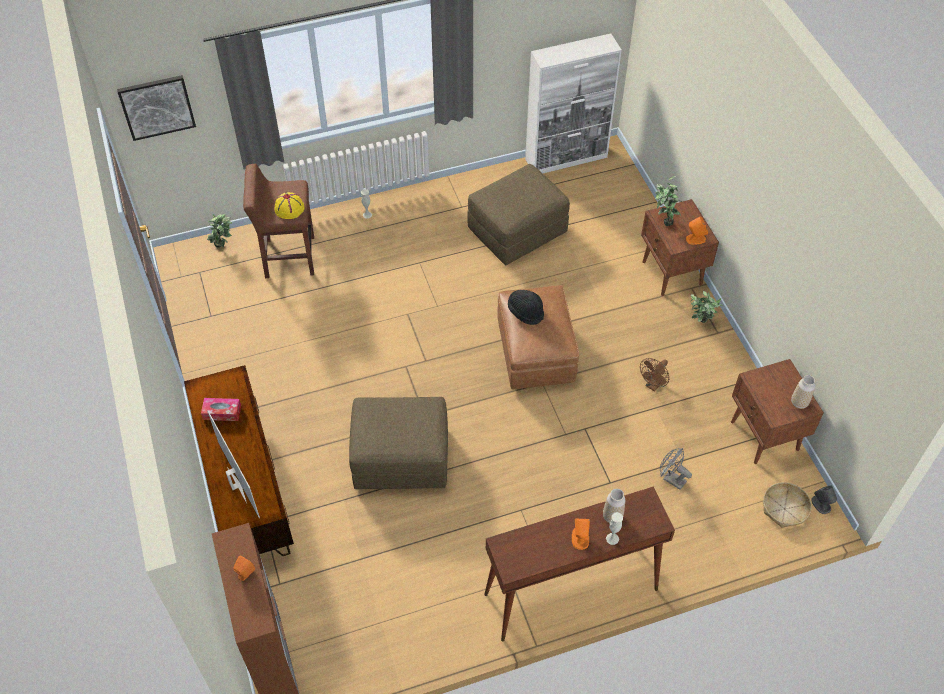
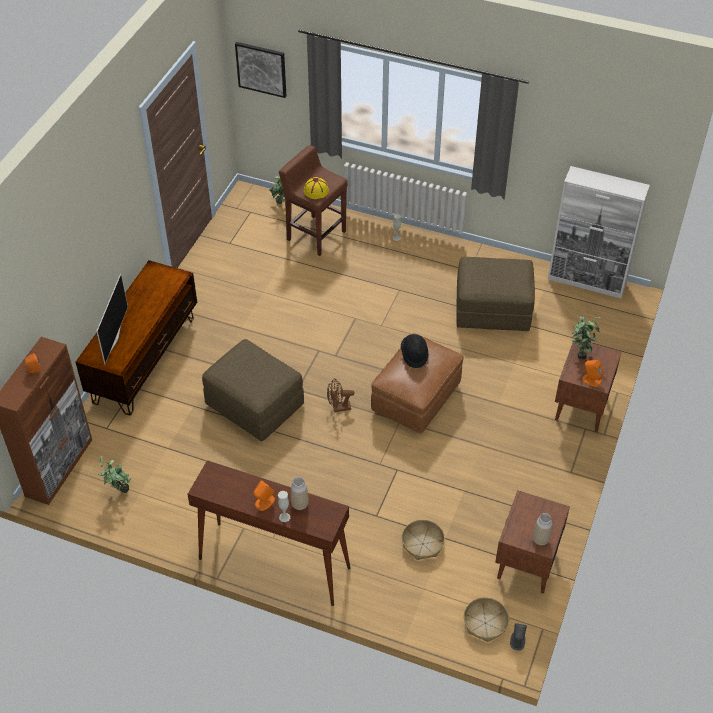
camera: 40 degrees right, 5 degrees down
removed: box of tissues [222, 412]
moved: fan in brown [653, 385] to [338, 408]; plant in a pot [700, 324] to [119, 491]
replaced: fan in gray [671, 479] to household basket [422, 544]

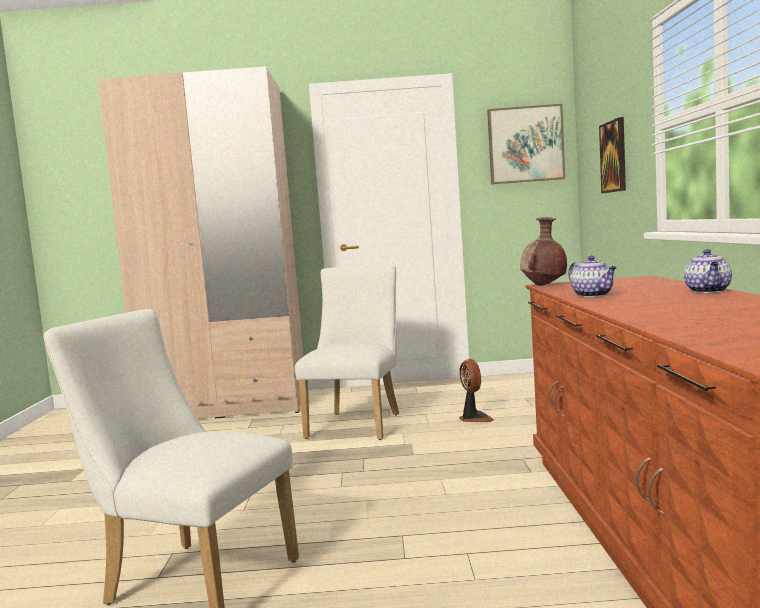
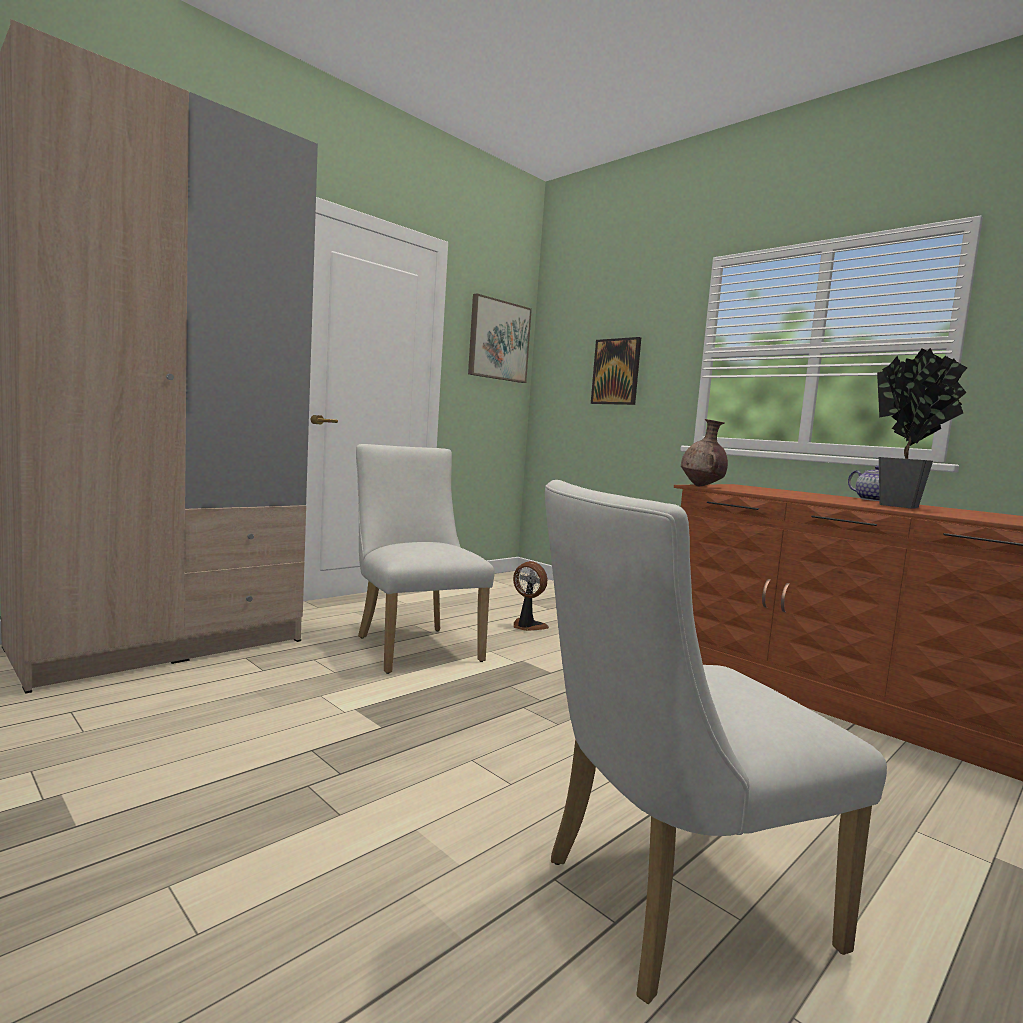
camera: 45 degrees left, 0 degrees up
removed: teapot [593, 295]
added: plant in a pot [905, 507]

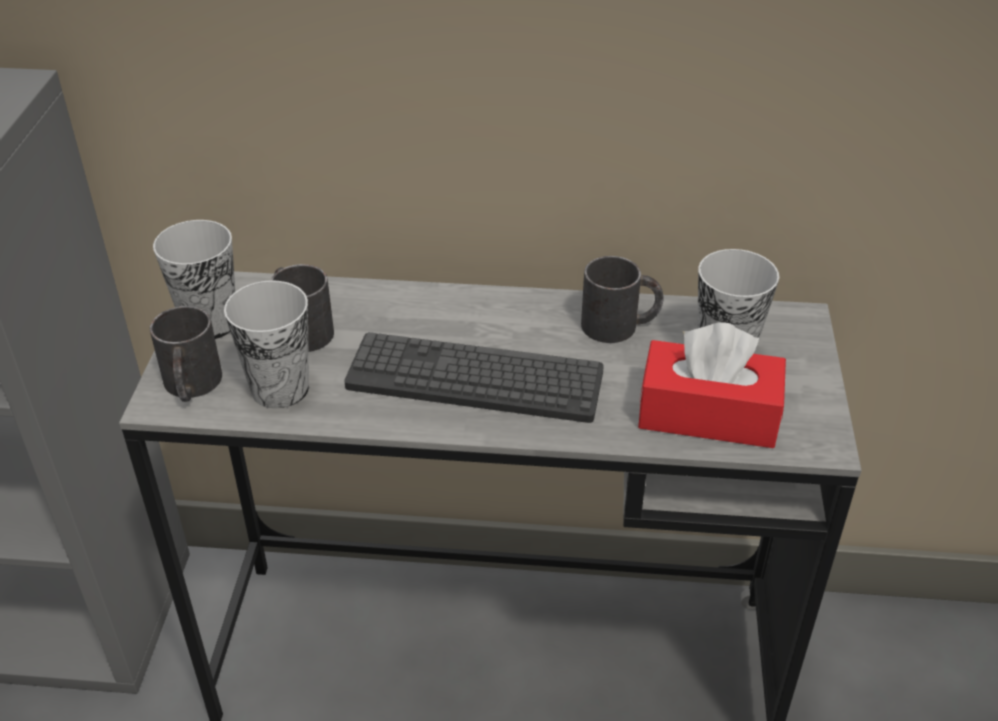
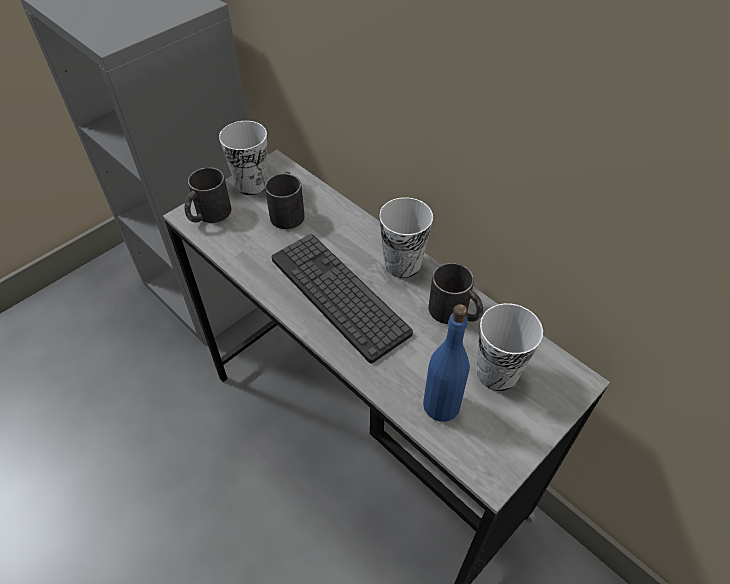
camera: 40 degrees right, 10 degrees up
moved: small cup [280, 388] to [402, 264]
replaced: box of tissues in red [708, 414] to drink bottle in blue [442, 405]

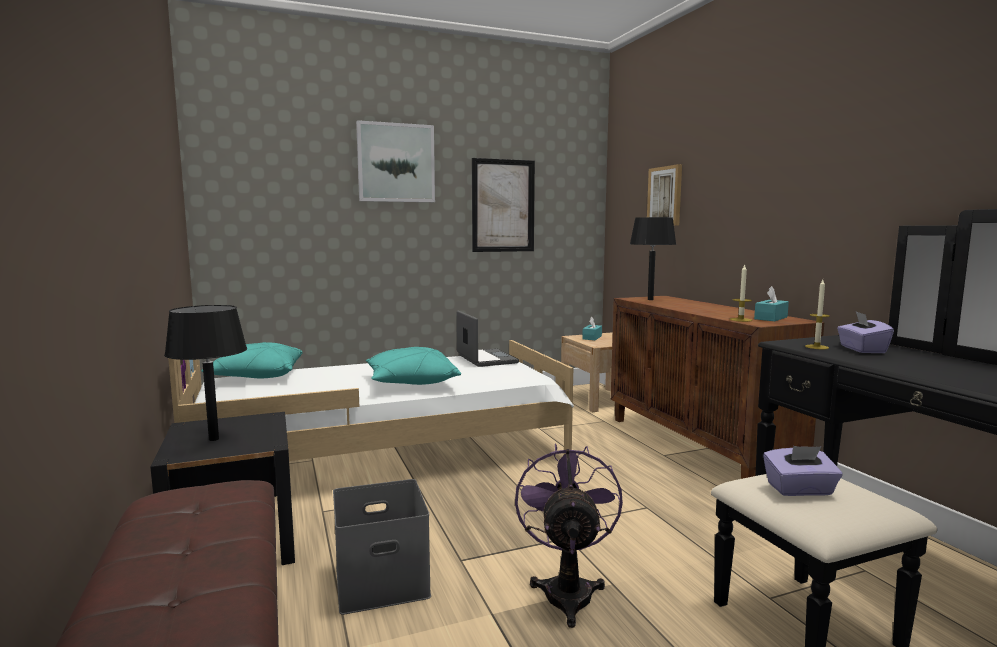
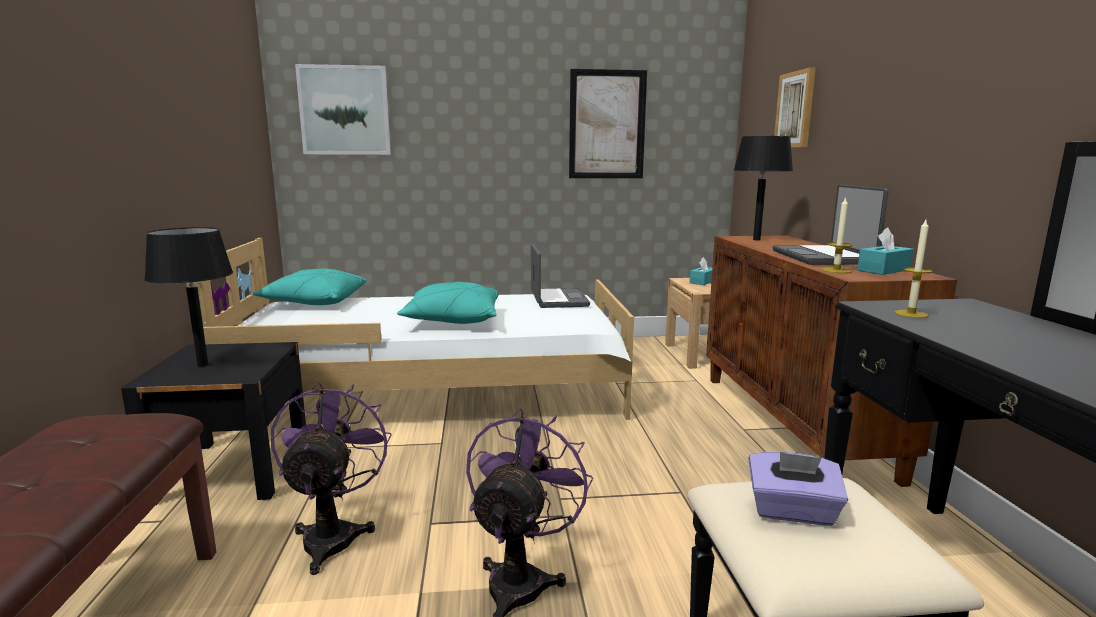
camera: 15 degrees right, 5 degrees up
removed: box of tissues in purple-coloured [861, 349]
added: laptop [823, 257]
moved: wall art [396, 163] to [345, 110]
replaced: storage bin in gray [380, 582] to fan in purple-coloured [333, 534]

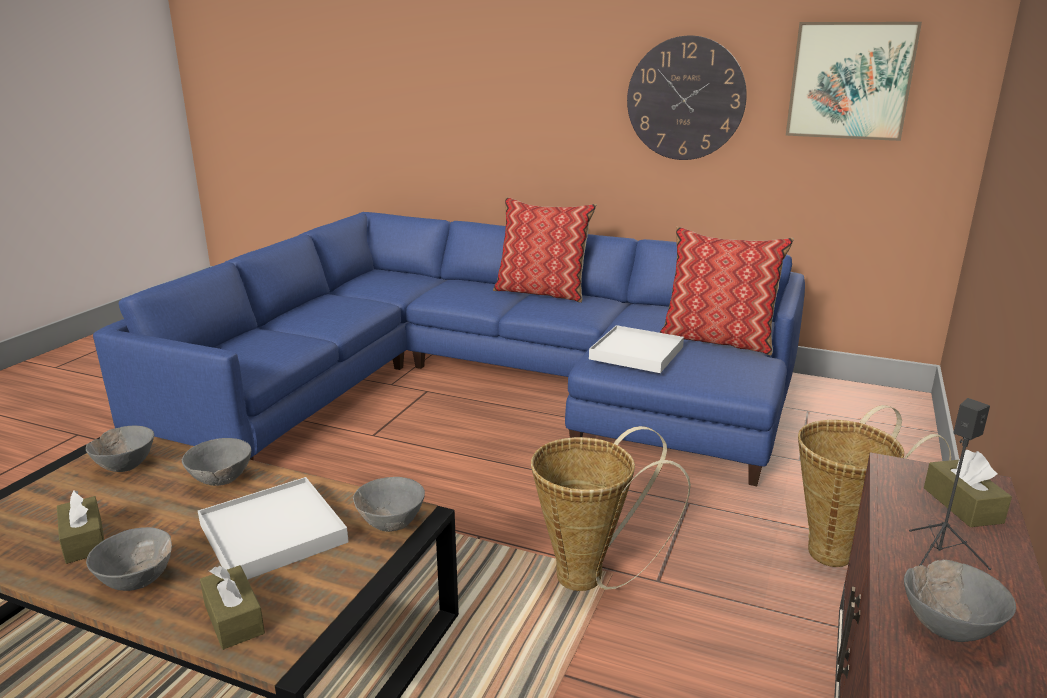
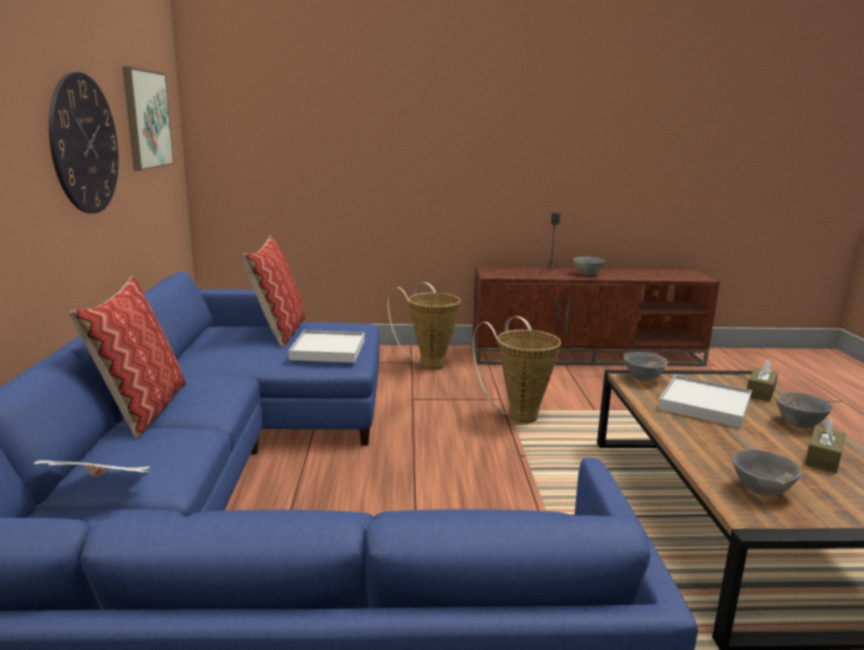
camera: 115 degrees left, 5 degrees down
removed: deep dish in gray [221, 481]; box of tissues in brown [962, 505]
added: newspaper [103, 490]

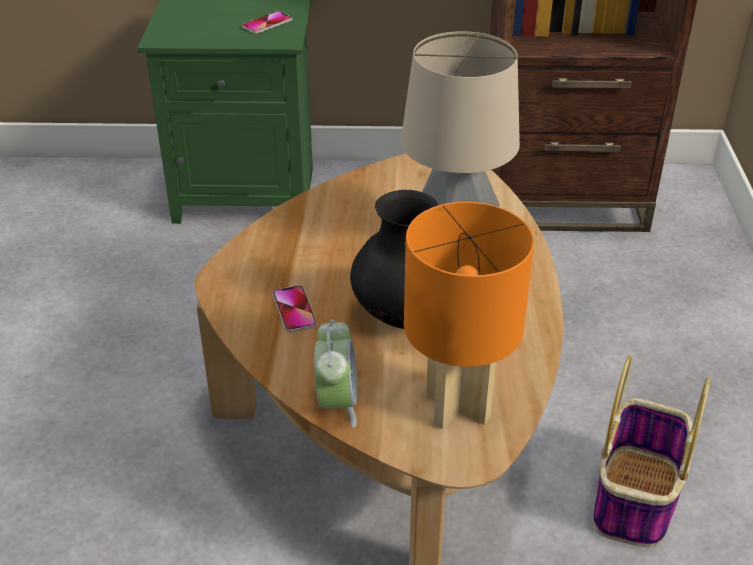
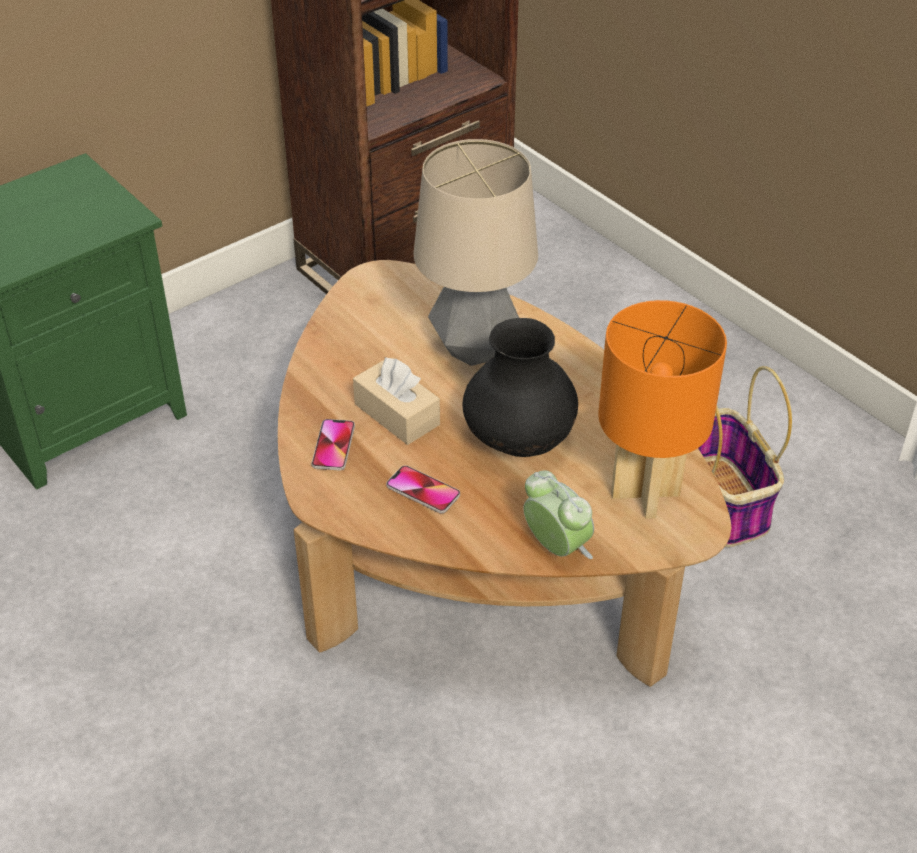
camera: 40 degrees left, 5 degrees up
added: box of tissues in sand-coloured [397, 414]
moved: telephone [267, 24] to [333, 446]

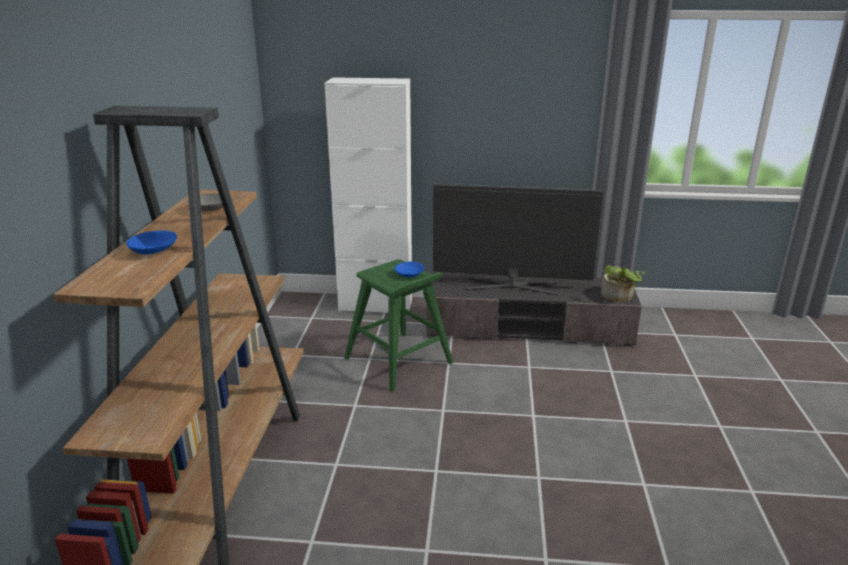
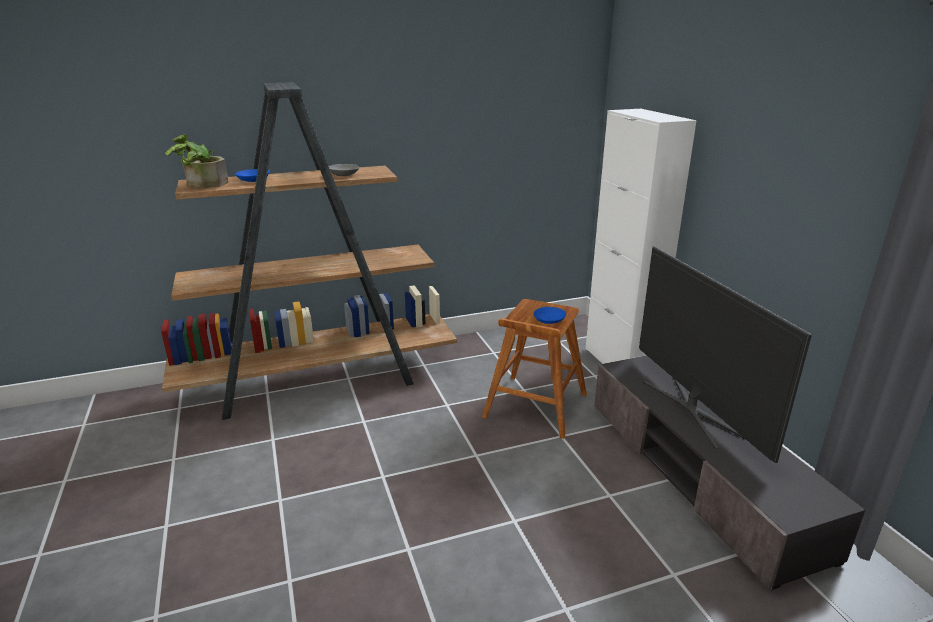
camera: 65 degrees right, 0 degrees up
moved: plant in a pot [619, 297] to [201, 184]
recoloured: stool in green [399, 361] to stool in brown [535, 406]

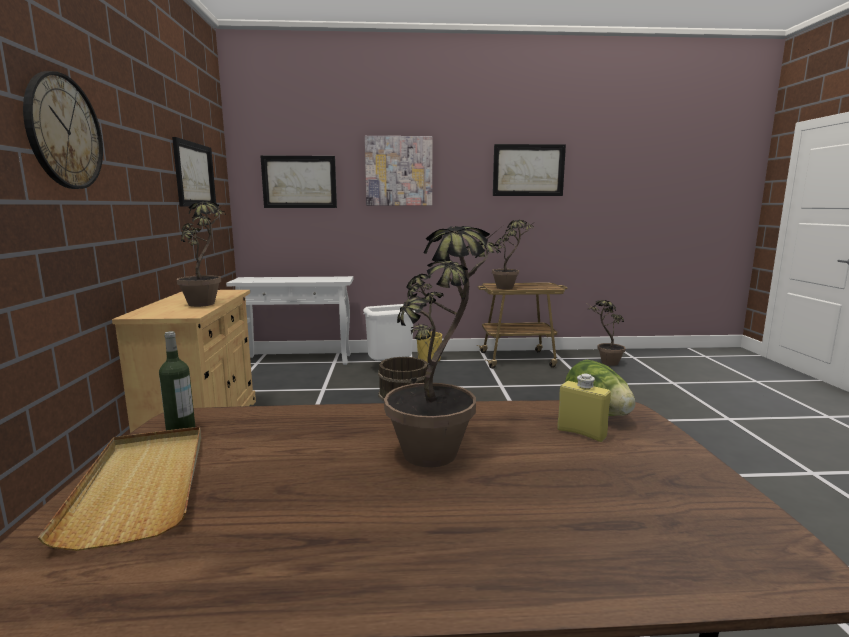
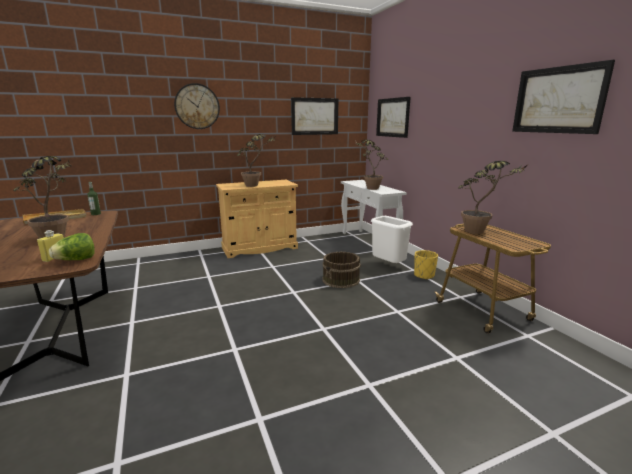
camera: 70 degrees right, 5 degrees up
removed: wall art [399, 171]
moved: plant in a pot [605, 364] to [369, 188]

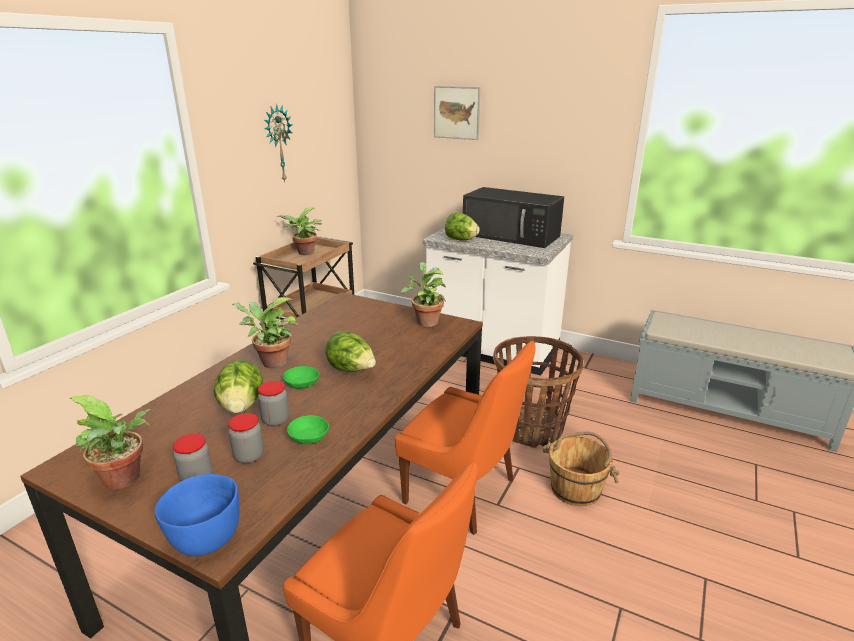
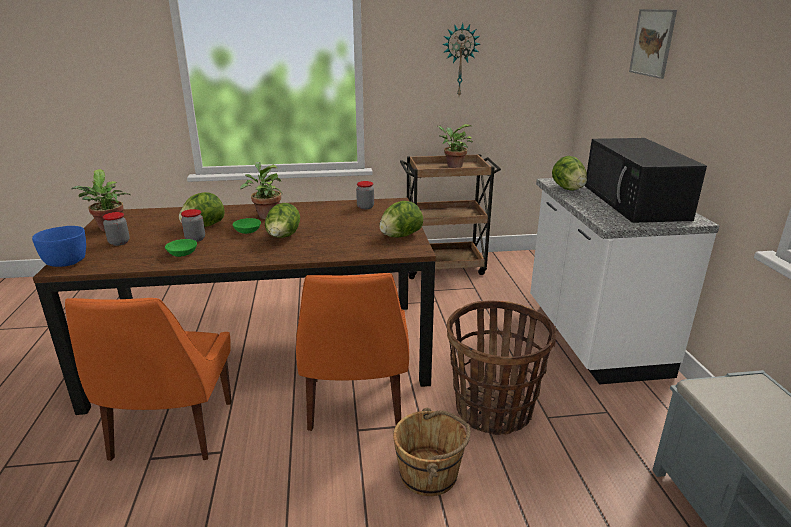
camera: 55 degrees right, 0 degrees up
moved: preserve jar [249, 456] to [365, 207]
replaced: plant in a pot [426, 321] to lettuce head [400, 236]

